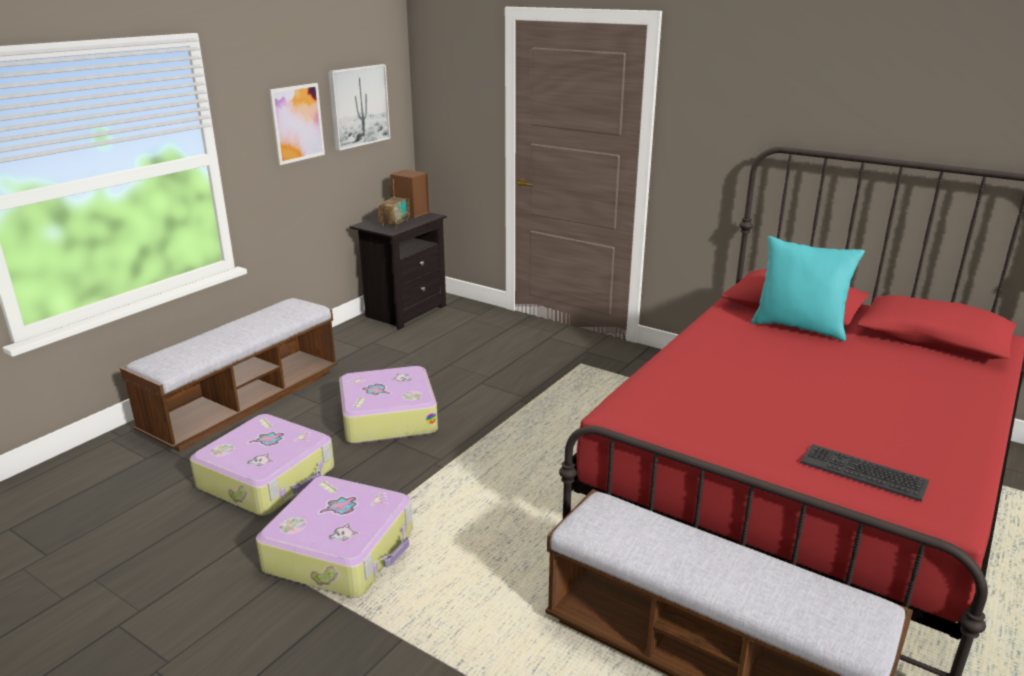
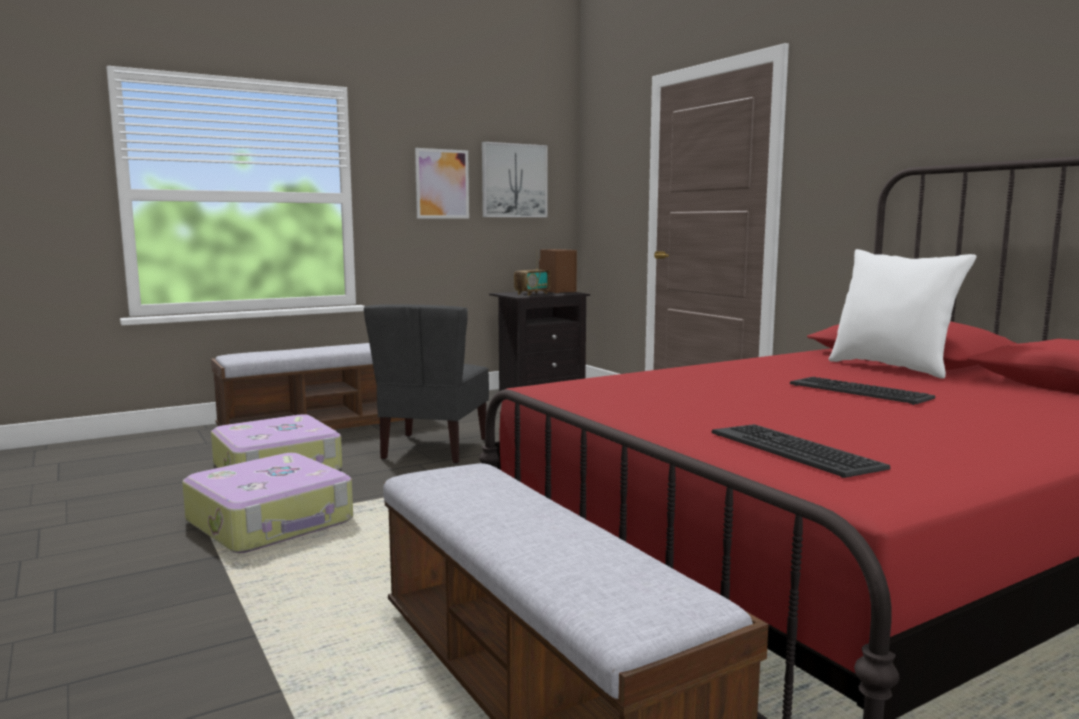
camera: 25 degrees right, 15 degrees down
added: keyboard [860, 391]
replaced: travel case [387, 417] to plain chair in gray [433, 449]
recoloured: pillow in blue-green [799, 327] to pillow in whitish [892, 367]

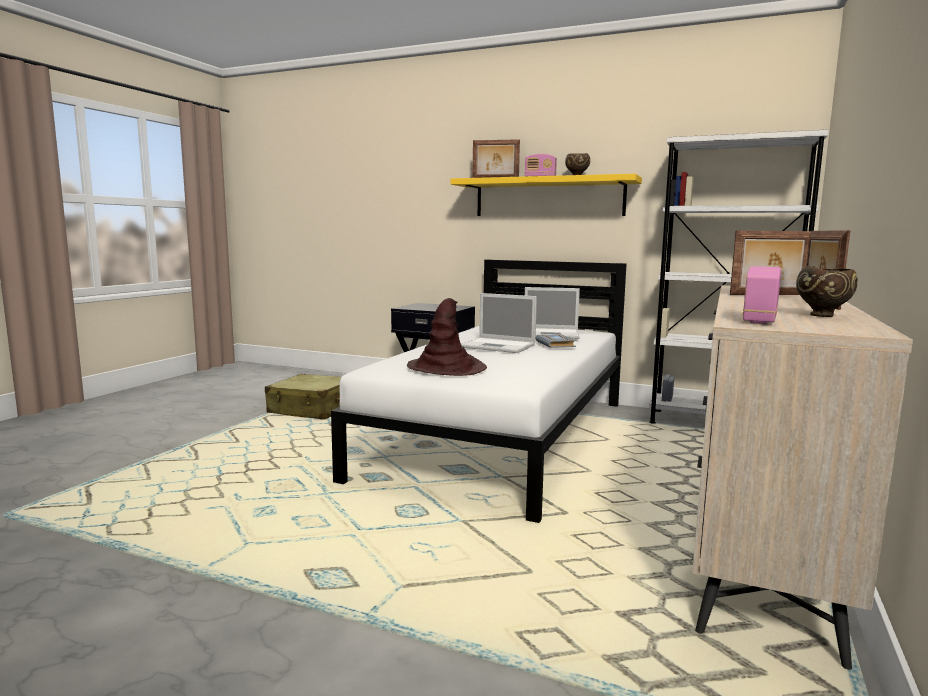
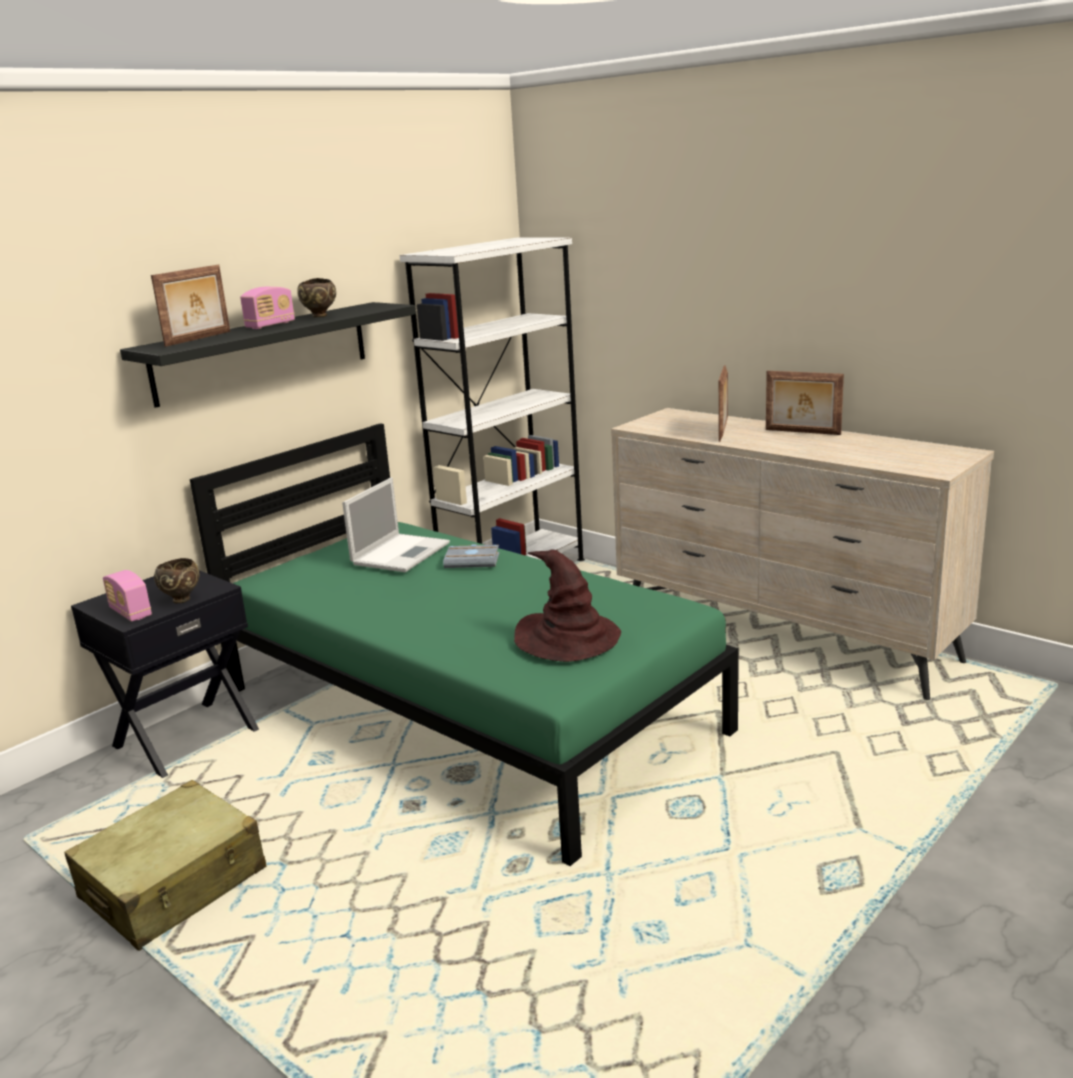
camera: 70 degrees left, 10 degrees up
removed: laptop [499, 346]
moved: radio set [759, 320] to [130, 613]; deep dish in brown [823, 315] to [182, 599]
recoloured: bed in whitish [503, 437] to bed in green [467, 710]; shelf in yellow [548, 197] to shelf in black [263, 352]

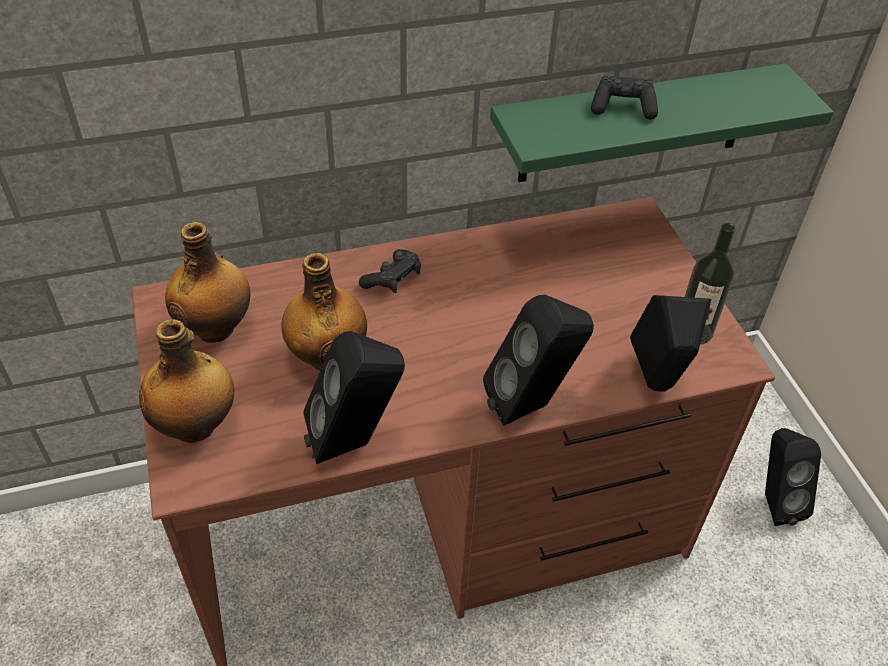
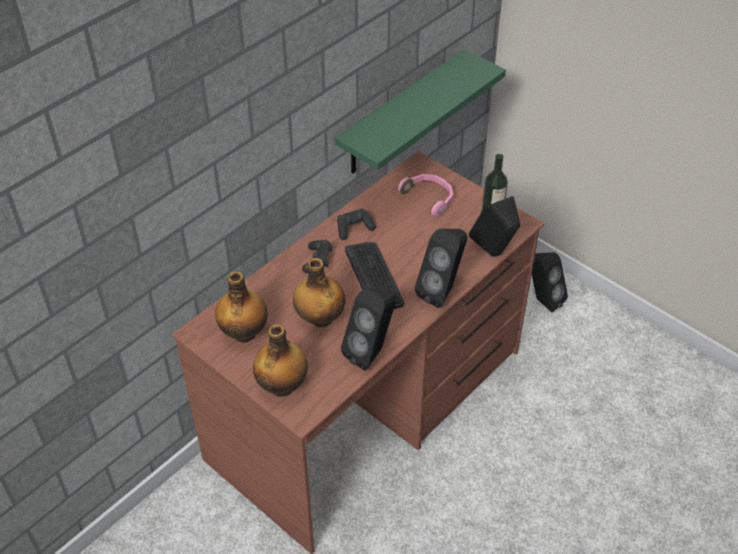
camera: 30 degrees left, 0 degrees up
added: keyboard [374, 277]; headphones in pinkish [429, 198]
moved: joypad in black [623, 108] to [354, 228]

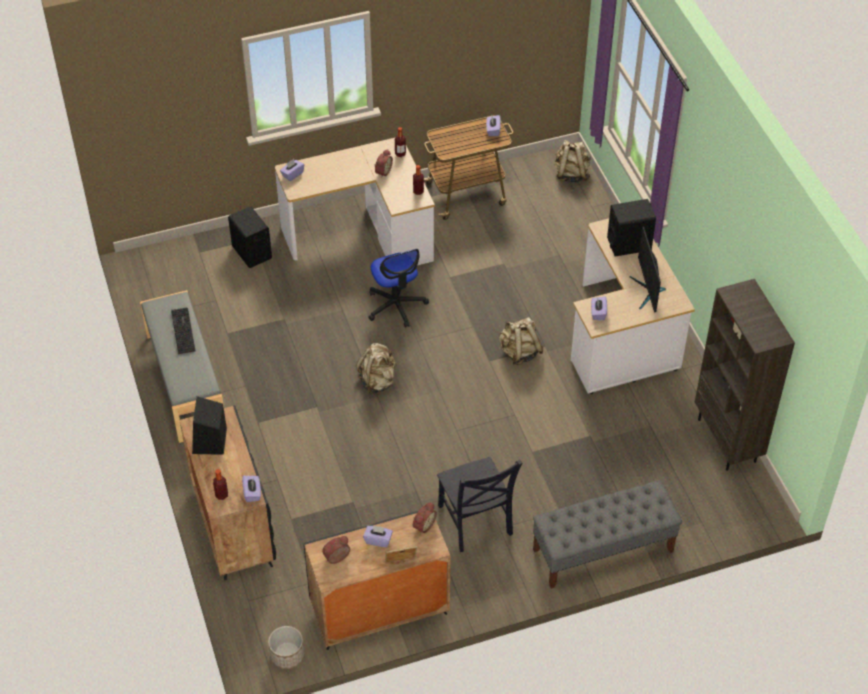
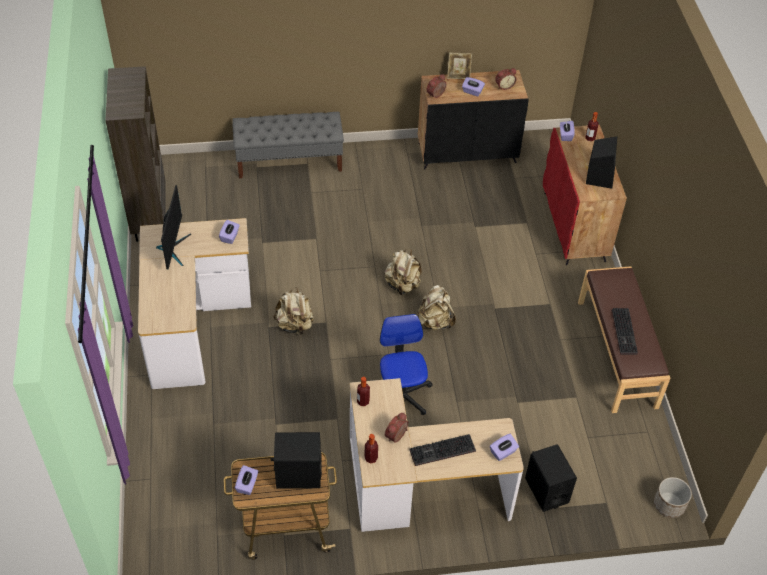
camera: 170 degrees left, 0 degrees up
removed: plain chair in black [475, 523]
added: keyboard [441, 452]
moved: flower pot [287, 655] to [669, 505]; backpack in sand-coloured [571, 174] to [402, 285]; audio speaker in black [629, 244] to [298, 475]
recoloured: long seat in gray [185, 382] to long seat in brown [617, 353]; cupboard in black [232, 524] to cupboard in red [574, 227]

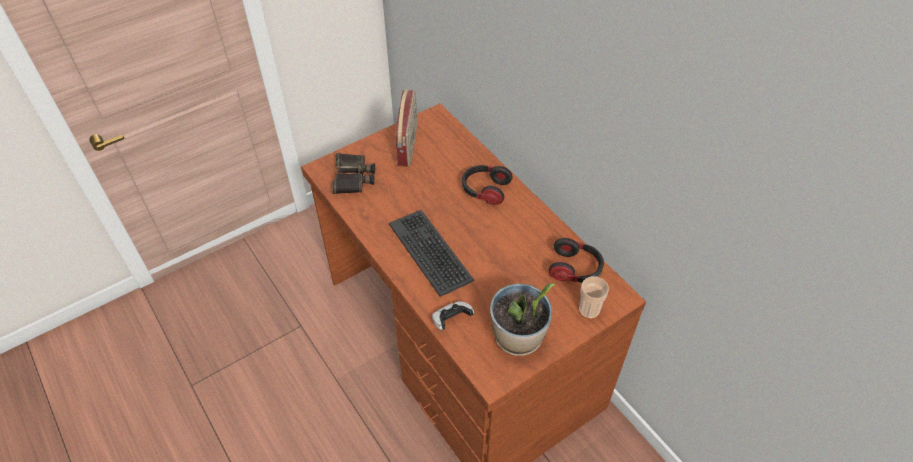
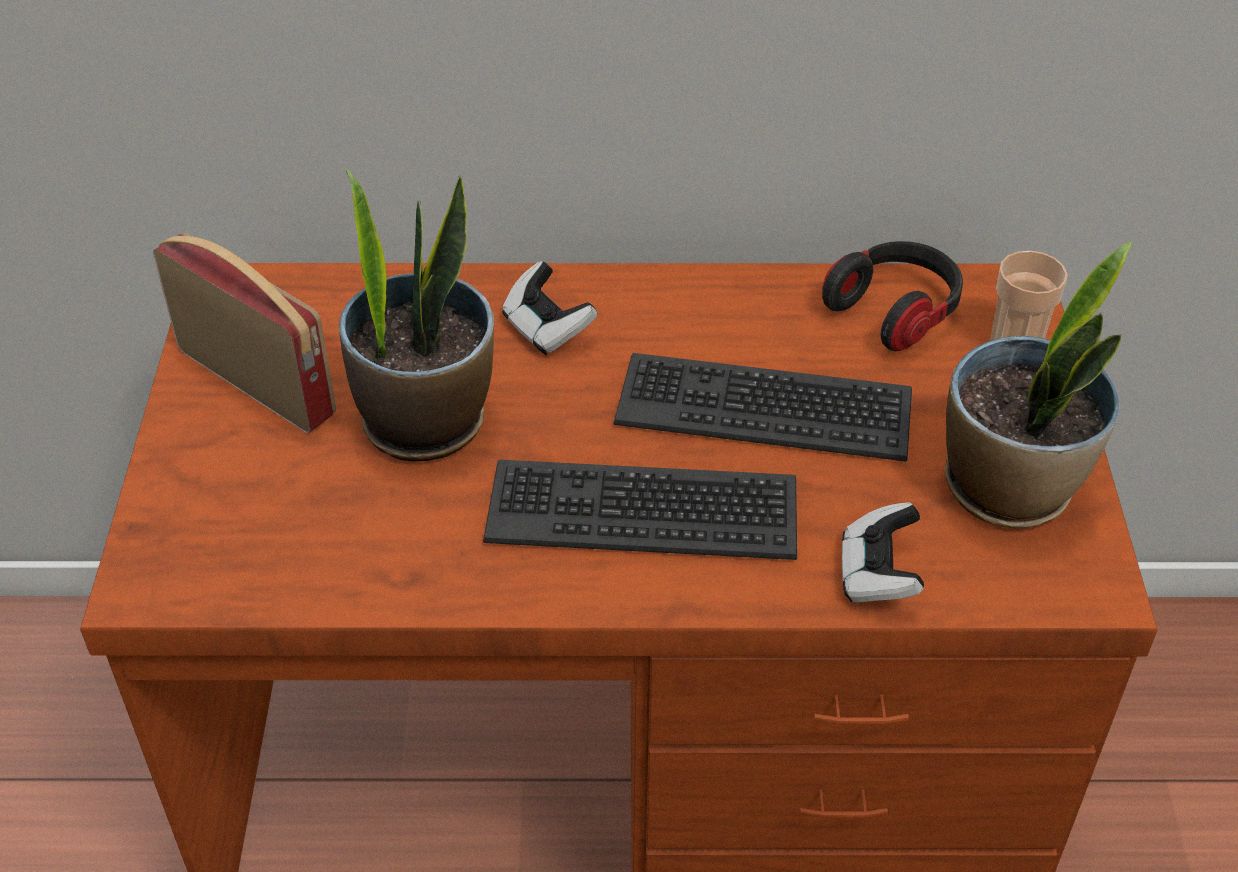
camera: 55 degrees left, 5 degrees down
removed: field glasses [354, 178]
added: plant in a pot [426, 421]; keyboard [764, 407]
replaced: headphones [485, 190] to joypad [547, 328]

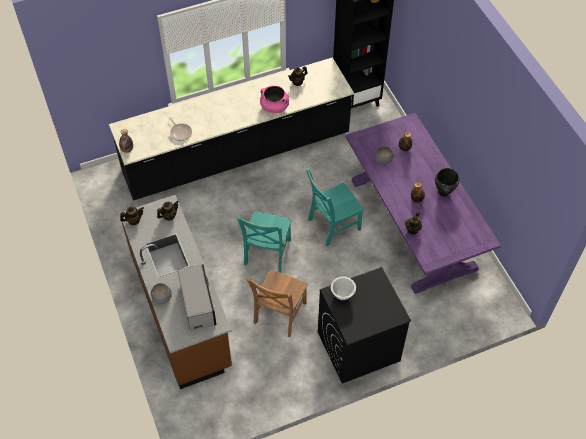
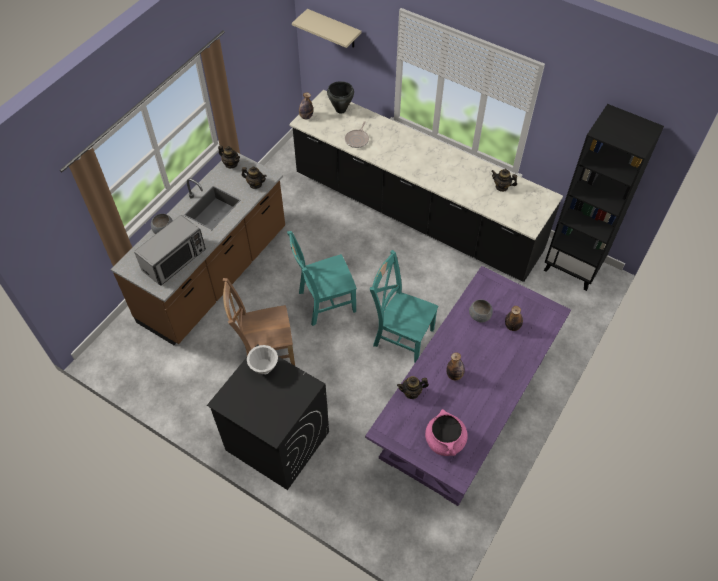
camera: 55 degrees right, 0 degrees up
added: shelf in sand-coloured [334, 29]
moved: saucepot in pinkish [275, 107] to [445, 441]; saucepot in black [443, 192] to [340, 110]

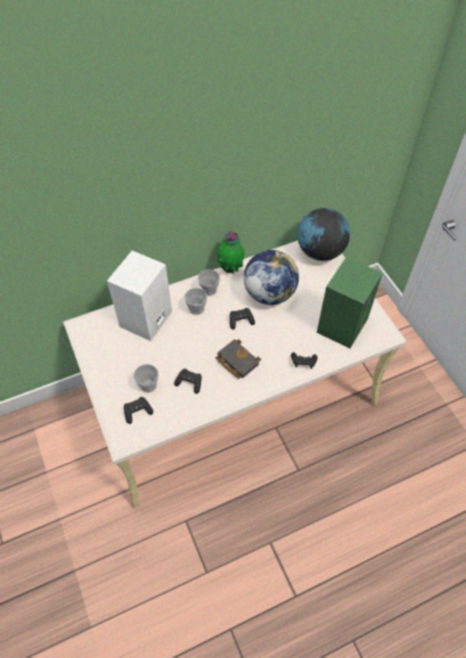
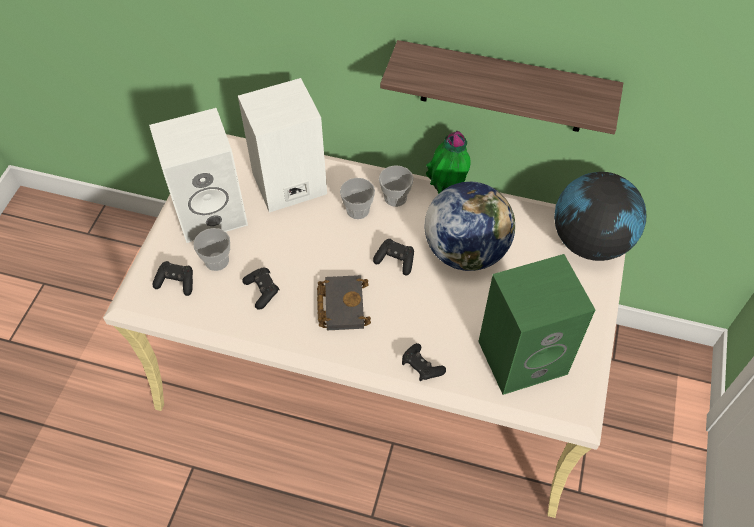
camera: 40 degrees right, 0 degrees up
added: audio speaker in whitish [212, 211]; shelf [503, 88]

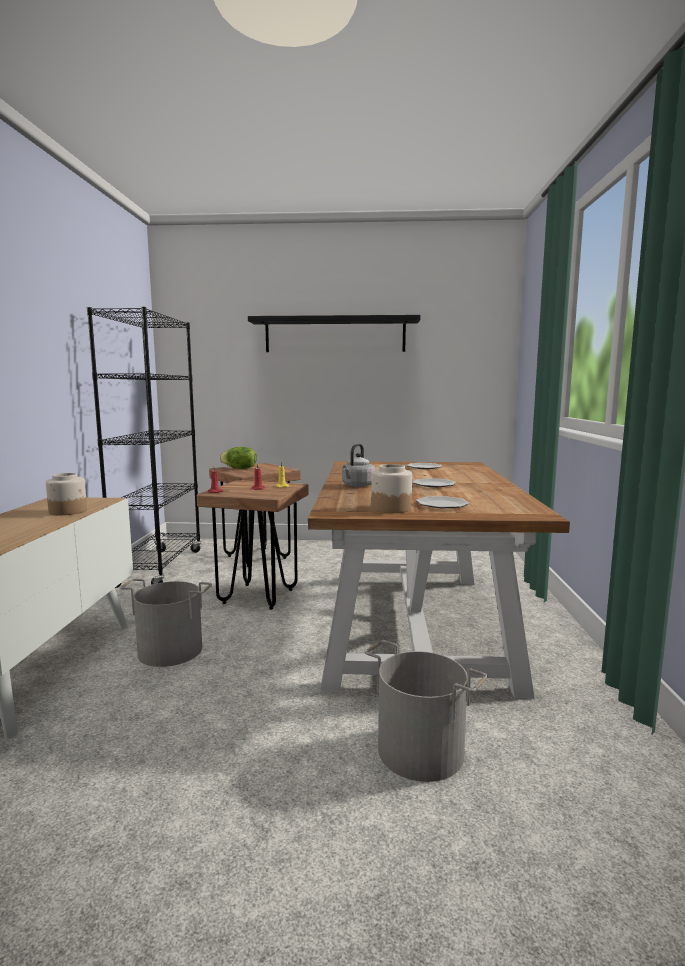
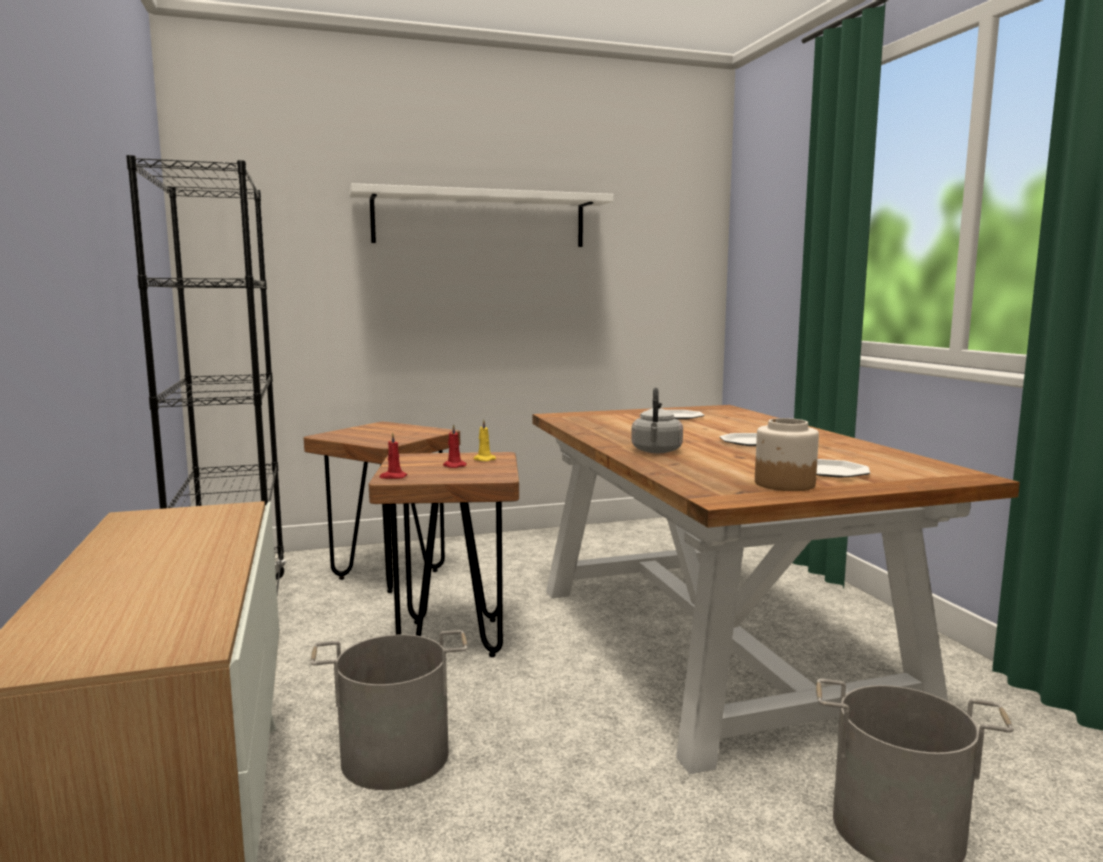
camera: 20 degrees left, 0 degrees up
removed: preserve jar [68, 511]; lettuce head [239, 468]
recoloured: shelf in black [335, 335] to shelf in whitish [480, 219]

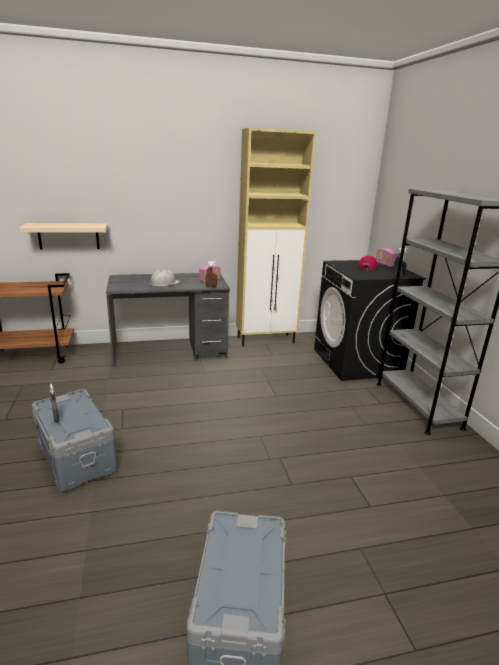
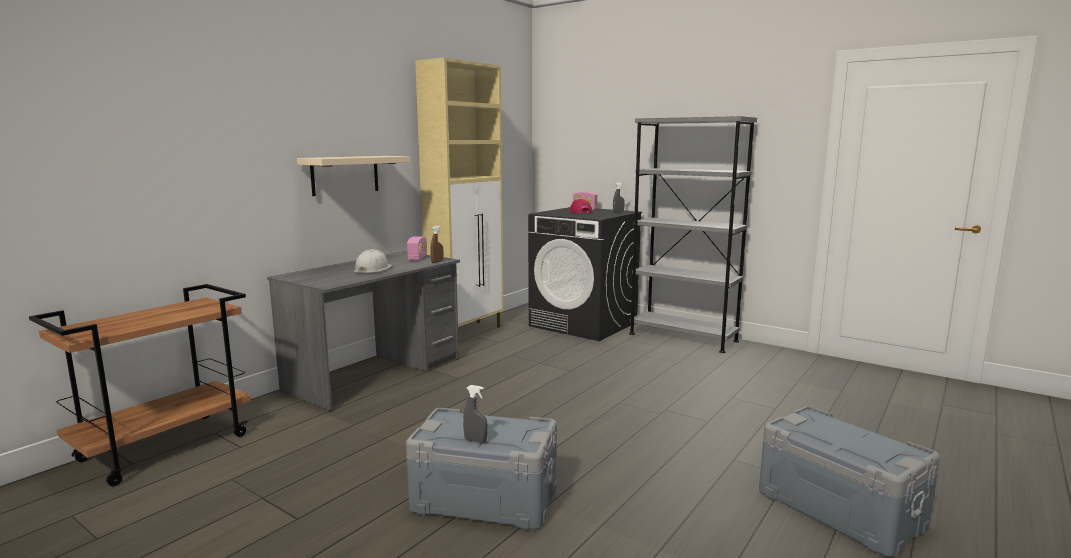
camera: 40 degrees left, 10 degrees down
moved: shelf in sand-coloured [68, 236] to [345, 175]

